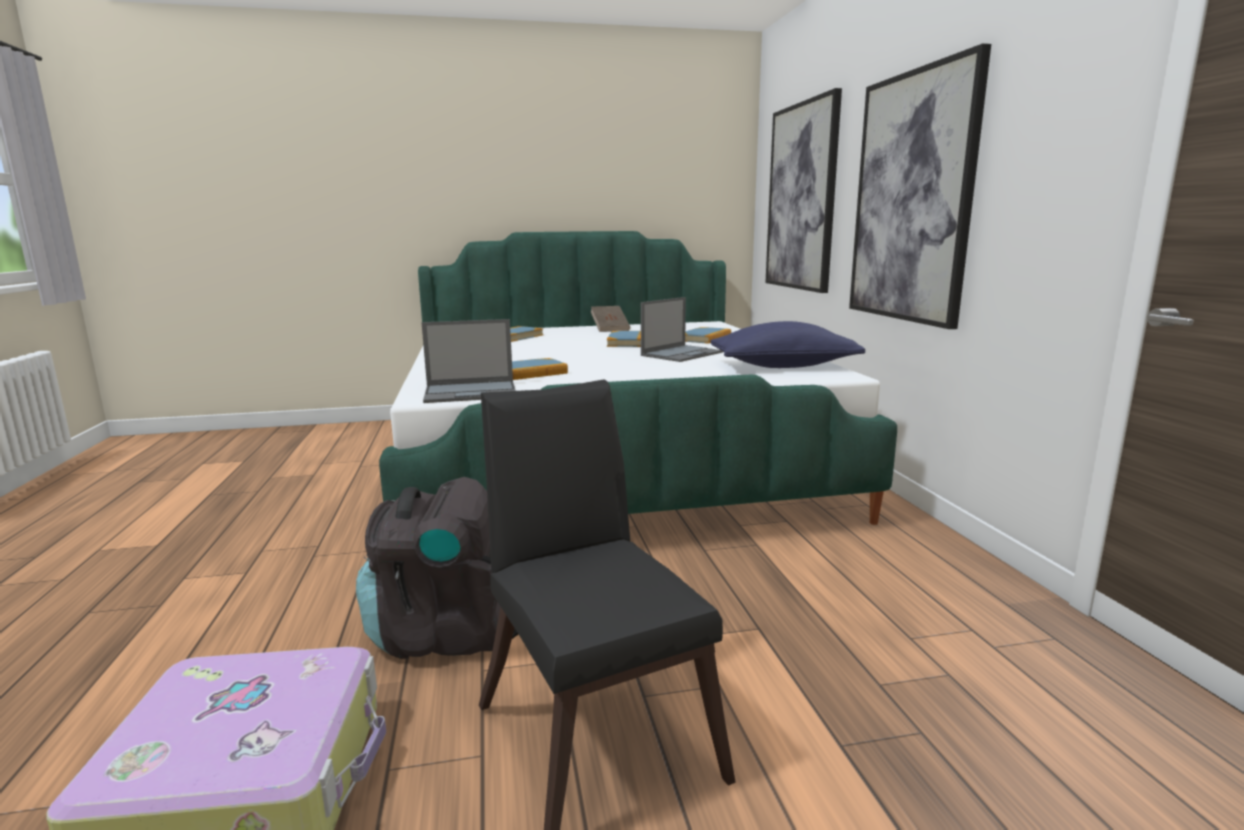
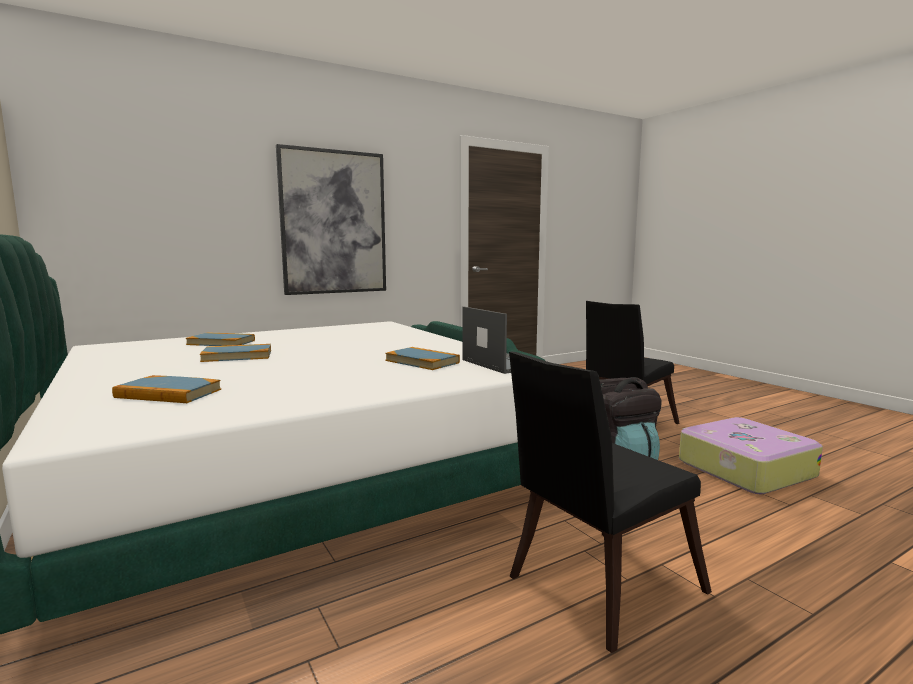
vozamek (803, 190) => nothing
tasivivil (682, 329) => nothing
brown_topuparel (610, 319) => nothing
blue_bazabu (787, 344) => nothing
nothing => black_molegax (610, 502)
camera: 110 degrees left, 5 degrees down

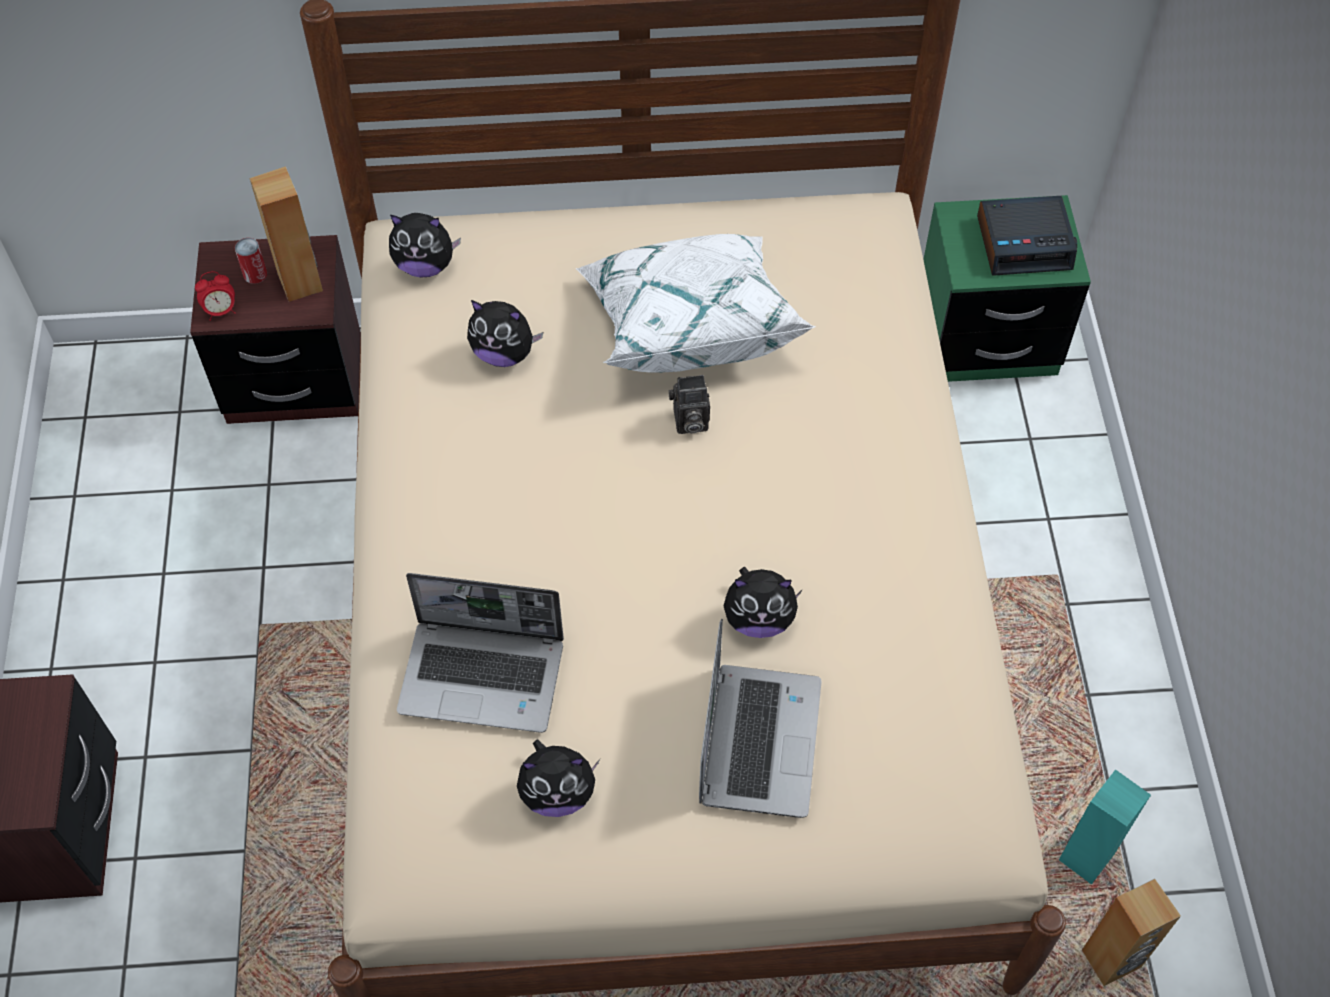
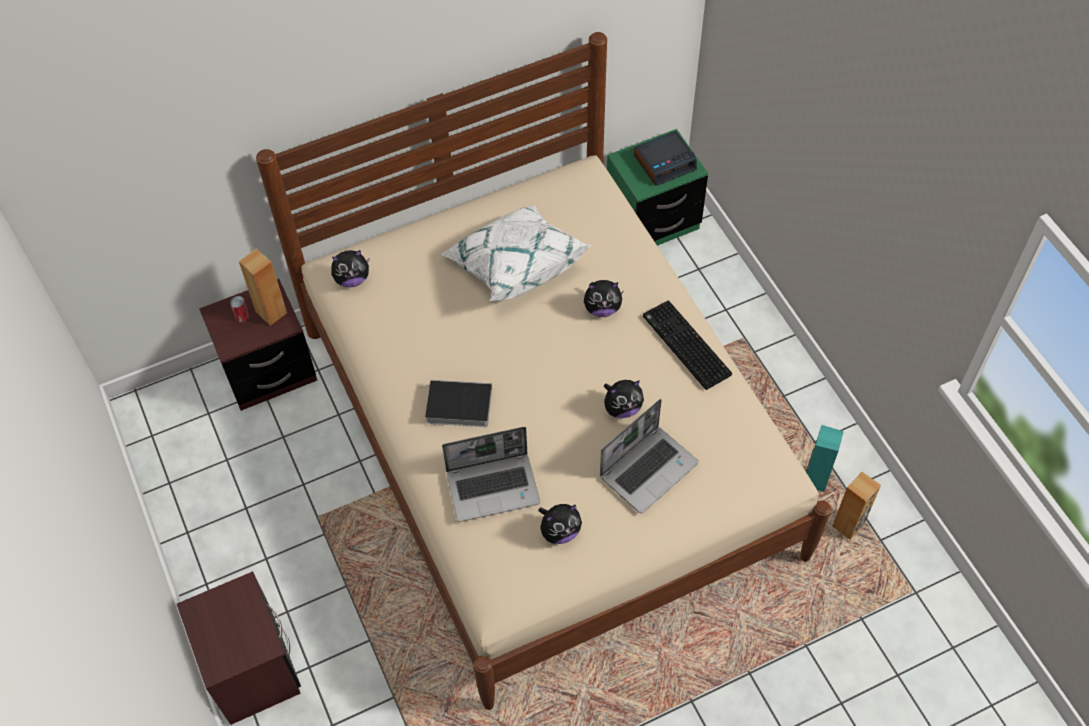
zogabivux (215, 296) => nothing
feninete (505, 333) => feninete (604, 298), moved
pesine (689, 404) => nothing
tasivivil (760, 718) => tasivivil (649, 456), 60 degrees clockwise
nothing => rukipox (687, 345)
nothing => topuparel (455, 403)
camera: 20 degrees left, 0 degrees up

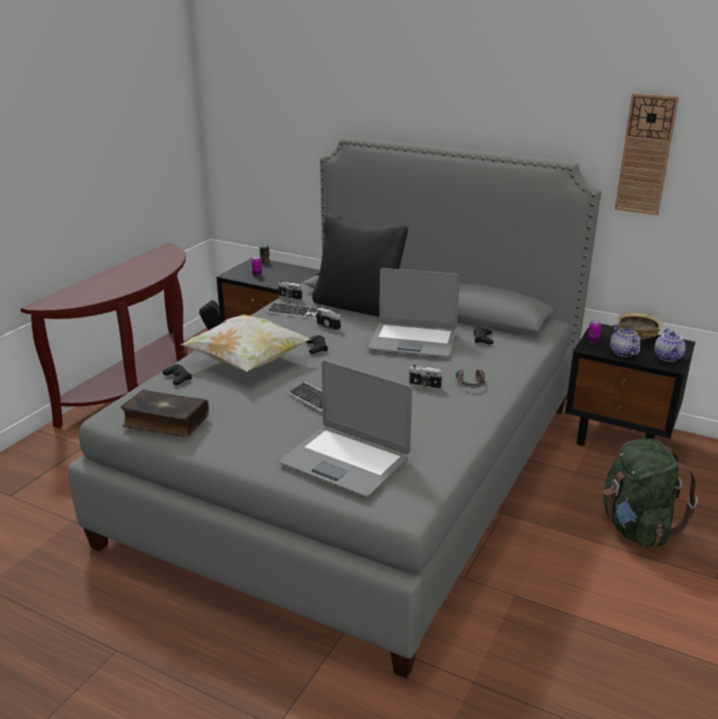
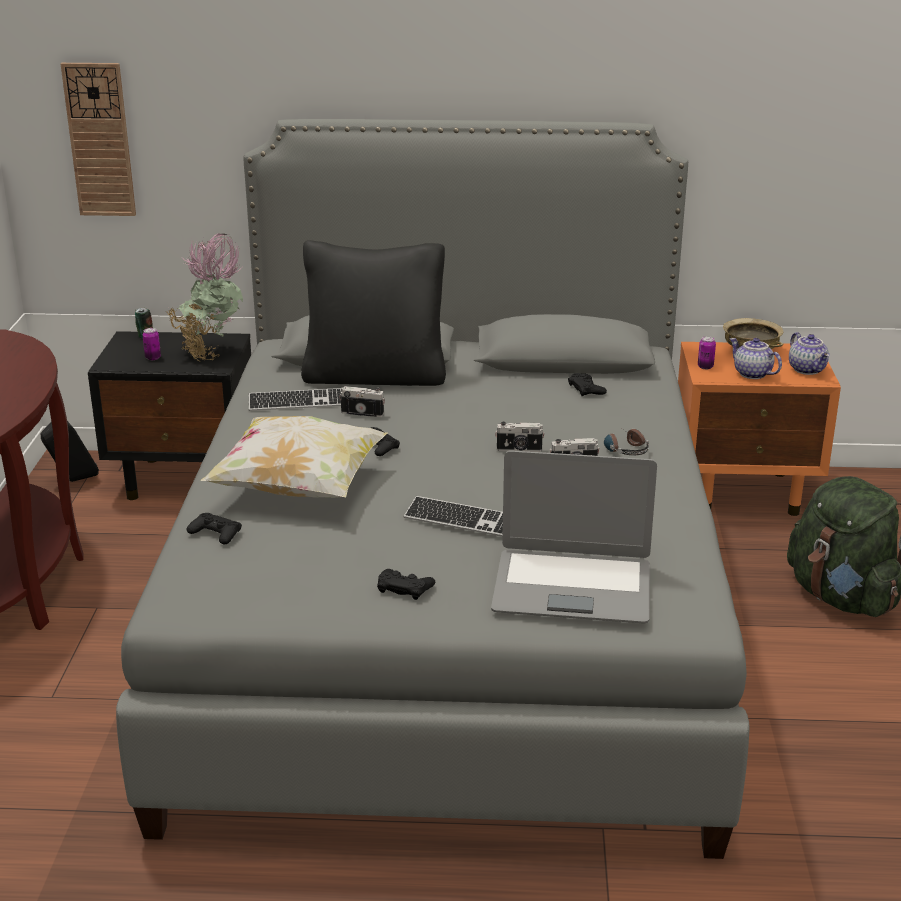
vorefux (647, 154) => vorefux (98, 139), moved
tasivivil (414, 312) => nothing
pesine (290, 290) => pesine (520, 437), moved
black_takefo (630, 385) => orange_takefo (759, 429)
topuparel (165, 413) => nothing
nothing => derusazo (205, 297)
nothing => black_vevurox (406, 584)
camera: 25 degrees left, 0 degrees up

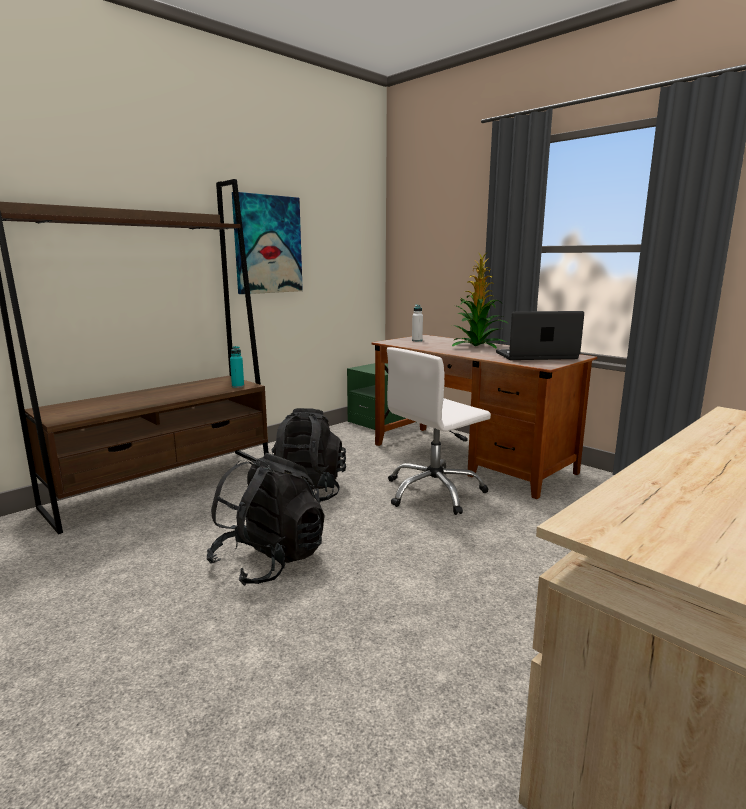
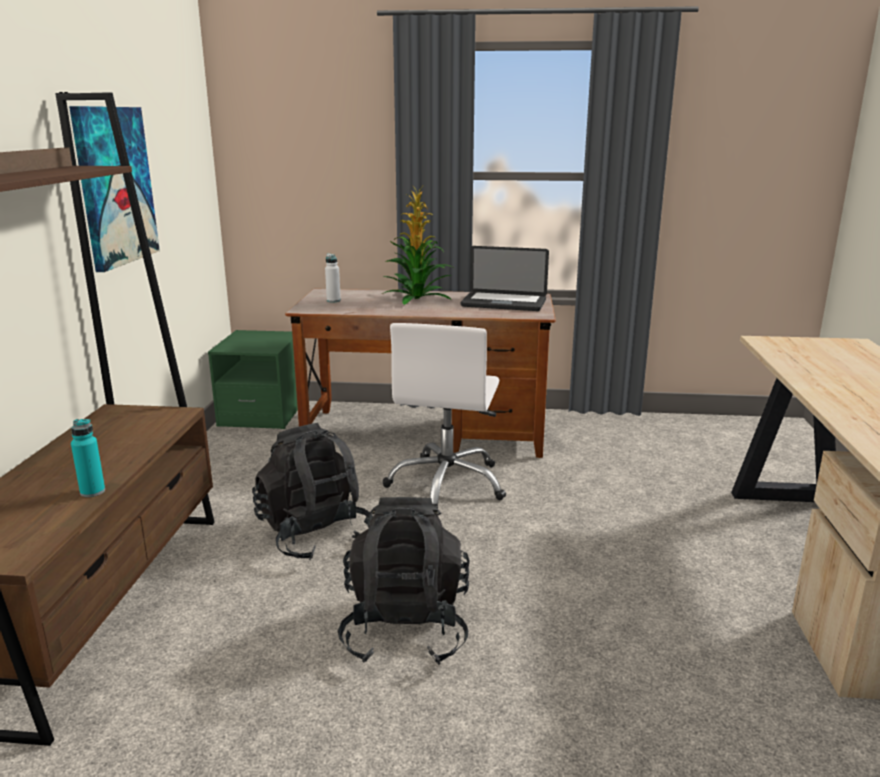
tasivivil (540, 335) => tasivivil (505, 278), 120 degrees counterclockwise
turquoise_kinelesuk (237, 367) => turquoise_kinelesuk (88, 458), moved
camera: 40 degrees left, 5 degrees up

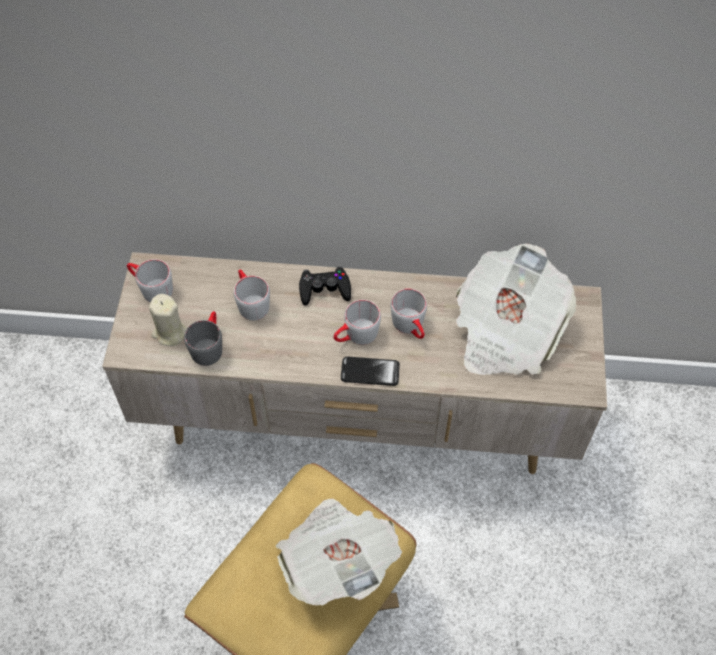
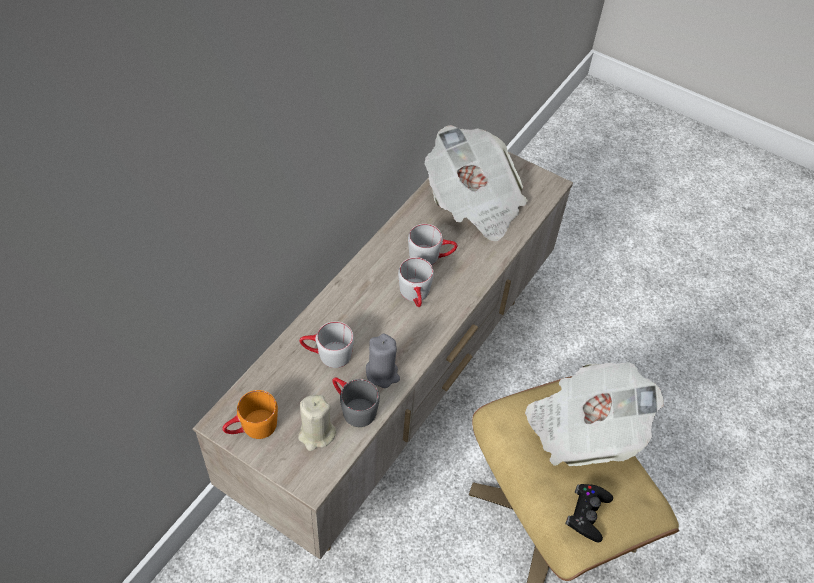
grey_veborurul (150, 280) => orange_veborurul (250, 414)
black_vevurox (325, 286) => black_vevurox (589, 513), moved
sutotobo (370, 371) => nothing
nothing => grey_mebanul (383, 361)
camera: 65 degrees left, 5 degrees down

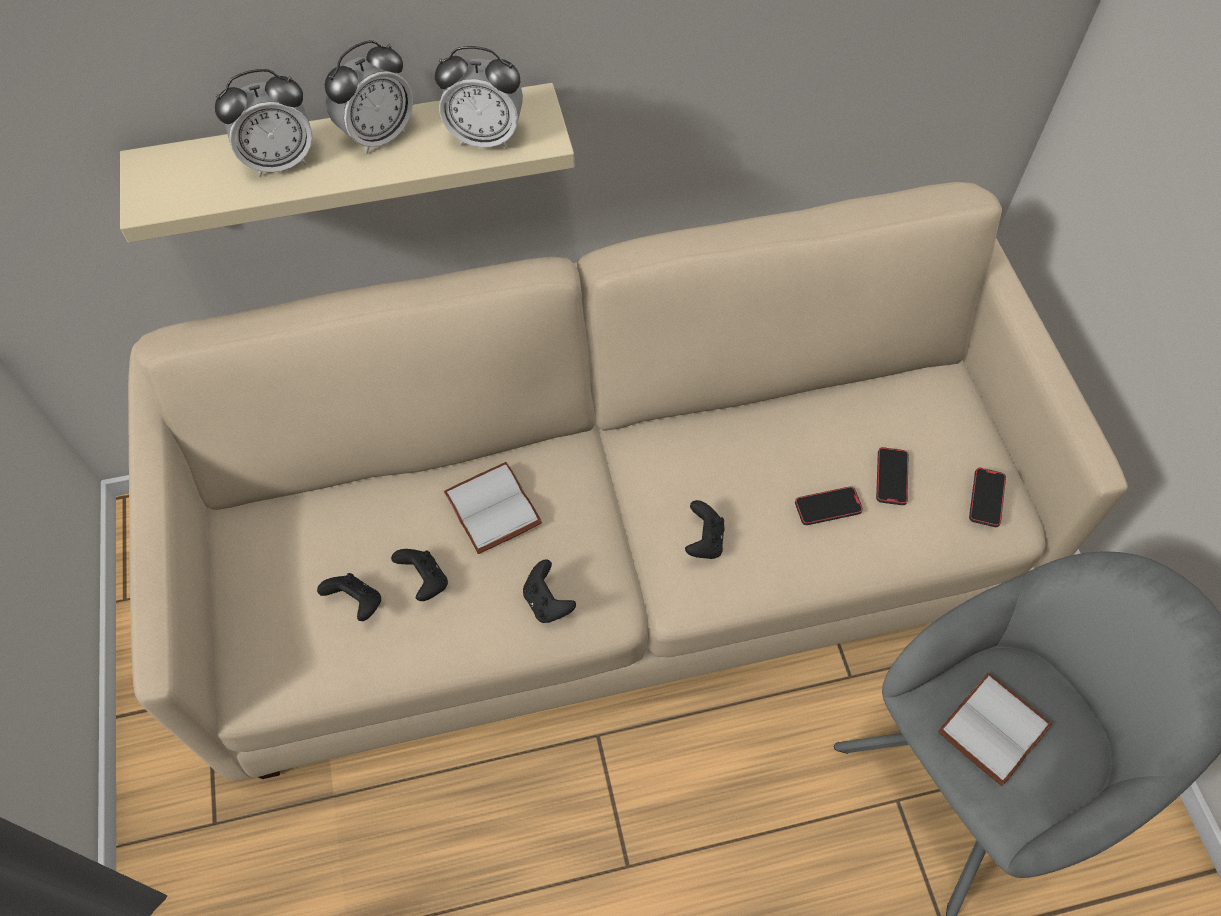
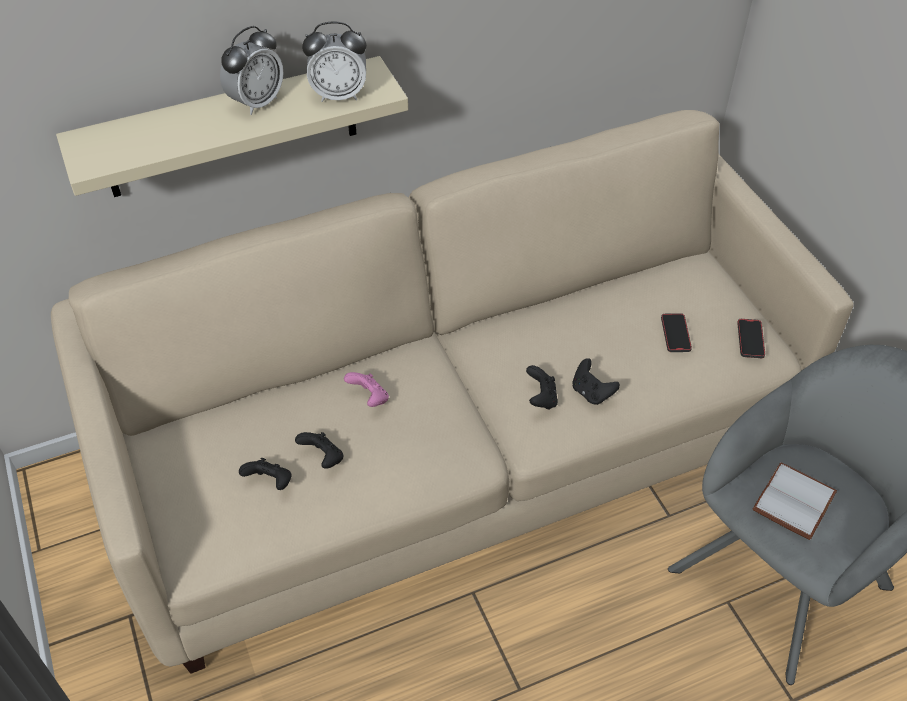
zogabivux (264, 123) => nothing
white_topuparel (493, 508) => pink_vevurox (366, 389)
sutotobo (829, 505) => nothing
black_vevurox (549, 591) => black_vevurox (596, 381), moved
camera: 10 degrees left, 10 degrees down

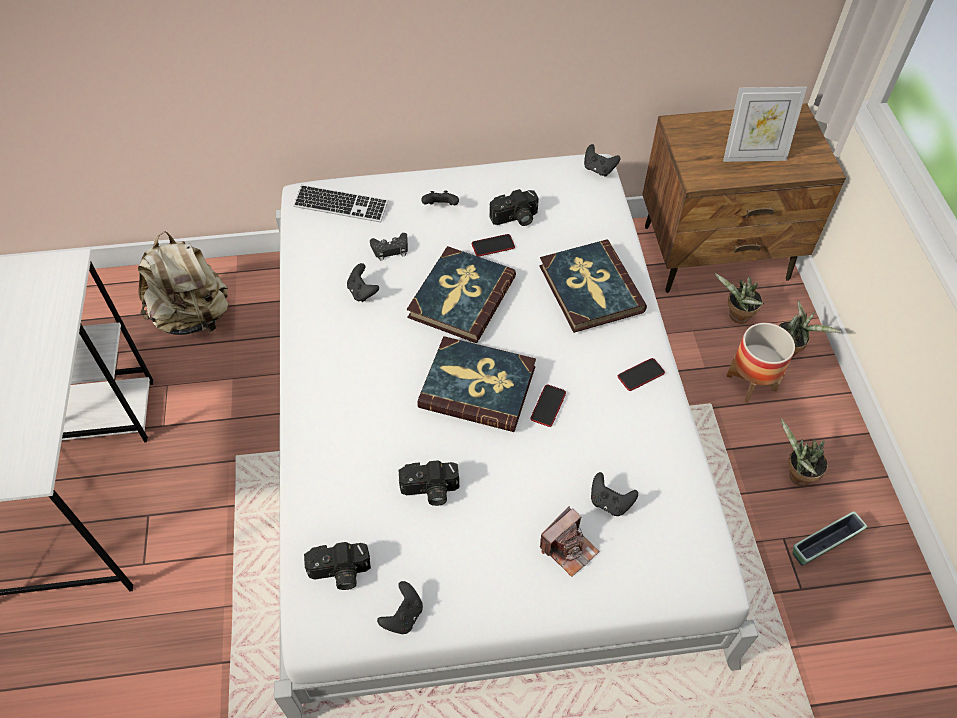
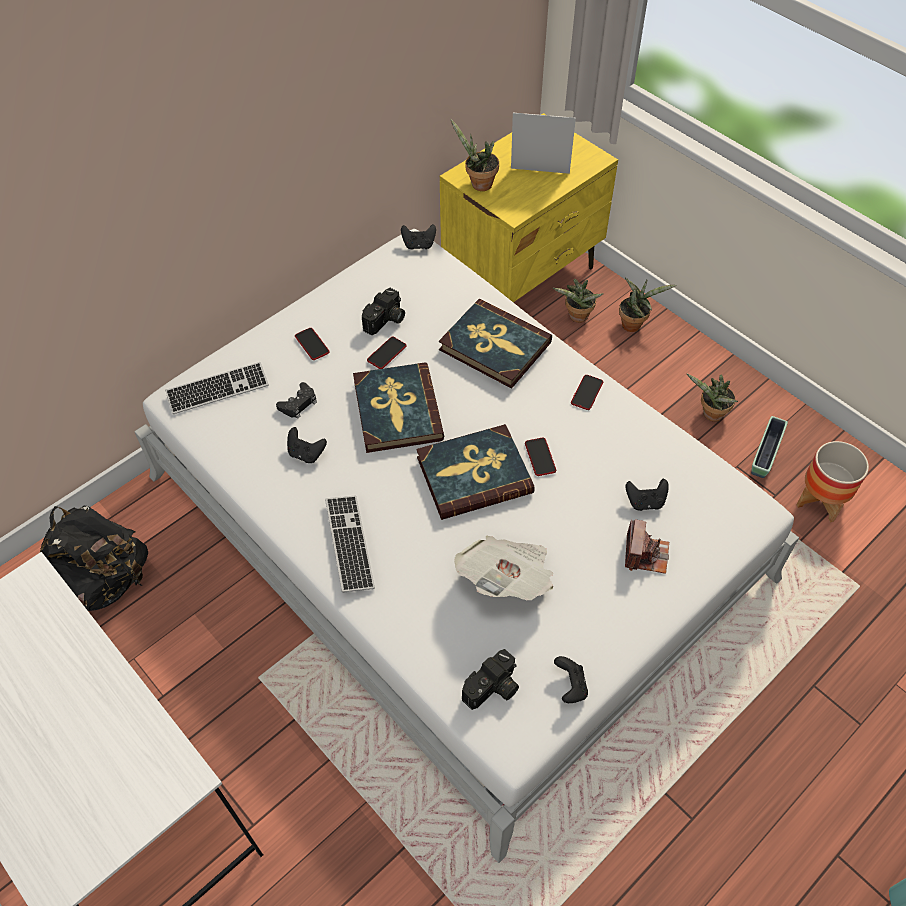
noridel (765, 124) => noridel (543, 143), 135 degrees counterclockwise
brown_takefo (744, 198) => yellow_takefo (529, 208)
black_vevurox (440, 198) => sutotobo (312, 344)
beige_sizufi (183, 283) => black_sizufi (94, 558)
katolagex (760, 363) => katolagex (832, 481), moved
pesine (429, 483) => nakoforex (504, 567)
nothing => derusazo (474, 155)
nothing => rukipox (350, 544)
camera: 35 degrees left, 0 degrees up

